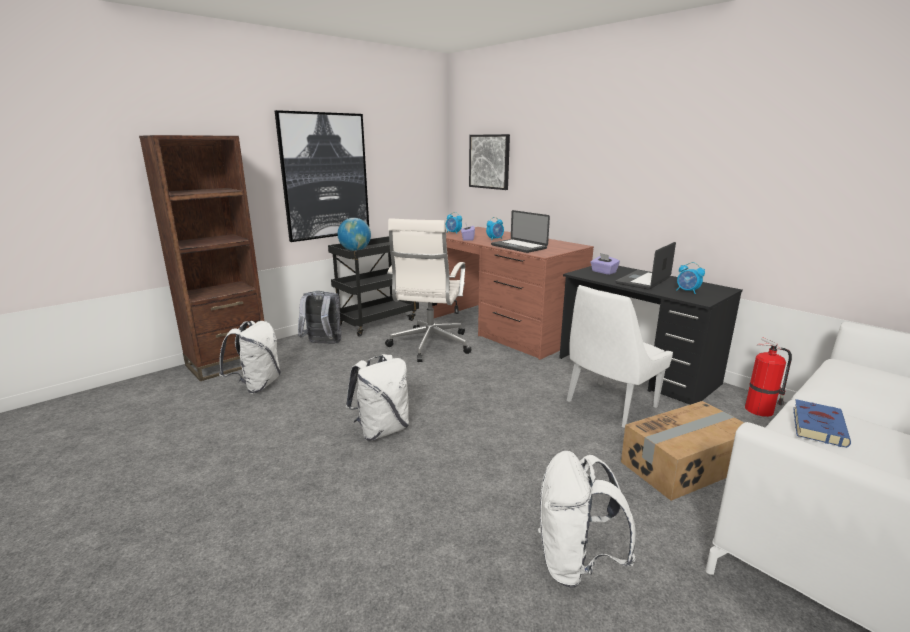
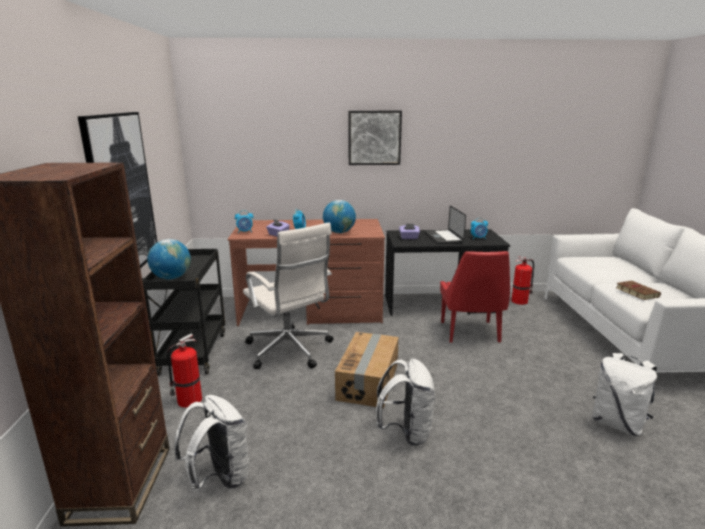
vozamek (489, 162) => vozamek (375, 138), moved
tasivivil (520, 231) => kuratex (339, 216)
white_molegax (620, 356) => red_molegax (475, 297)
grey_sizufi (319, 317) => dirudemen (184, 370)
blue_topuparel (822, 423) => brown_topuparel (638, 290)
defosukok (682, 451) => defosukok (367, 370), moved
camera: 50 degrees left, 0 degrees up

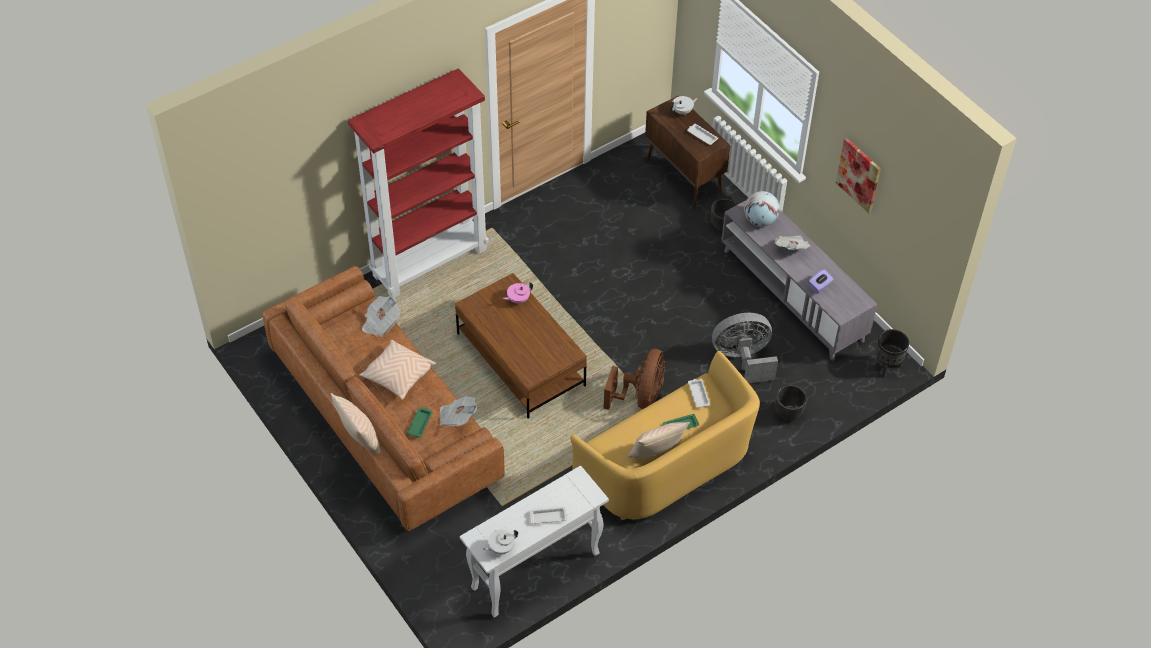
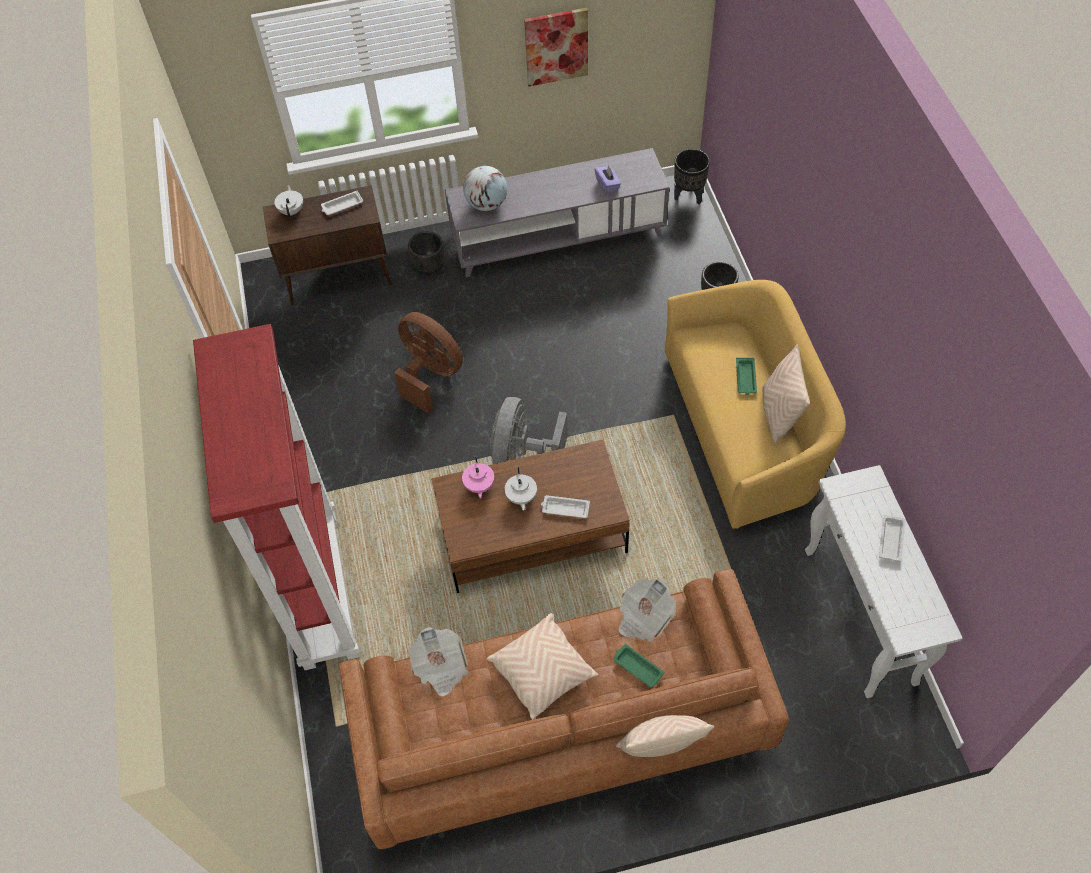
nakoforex (792, 243) => nothing
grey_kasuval (745, 348) => grey_kasuval (529, 430), moved
brown_kasuval (634, 379) => brown_kasuval (429, 363), moved
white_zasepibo (699, 393) => white_zasepibo (565, 506), moved
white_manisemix (500, 542) => white_manisemix (520, 489), moved
camera: 65 degrees left, 5 degrees up

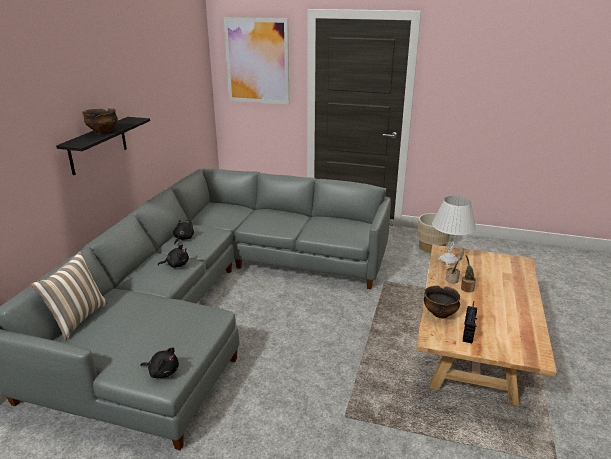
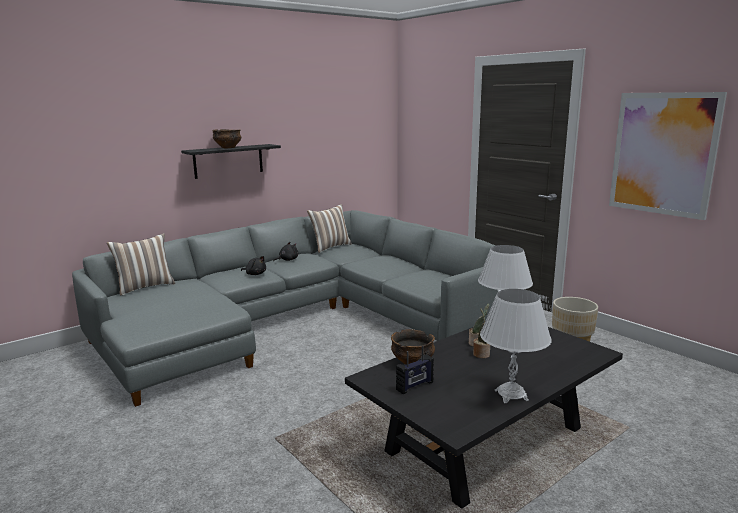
vozamek (256, 61) => vozamek (668, 156), moved
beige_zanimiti (486, 325) => black_zanimiti (484, 418)
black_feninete (159, 362) => nothing
nothing => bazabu (329, 228)
nothing => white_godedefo (516, 346)
camera: 35 degrees right, 10 degrees down

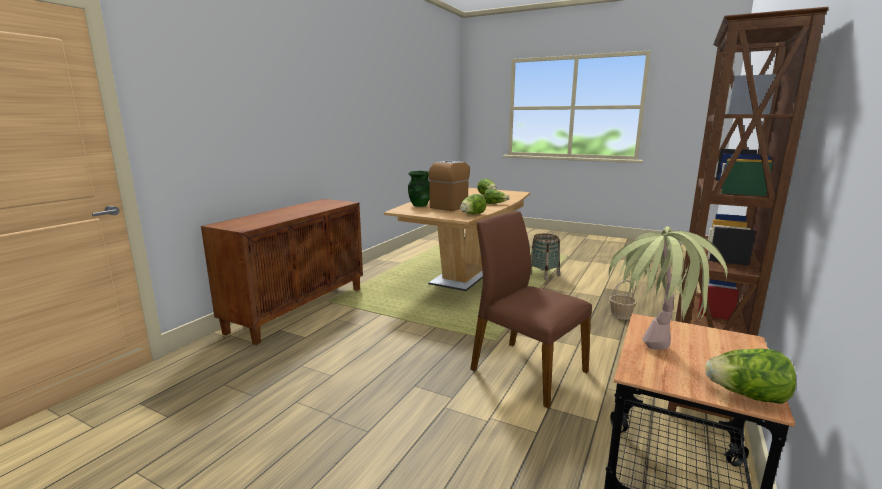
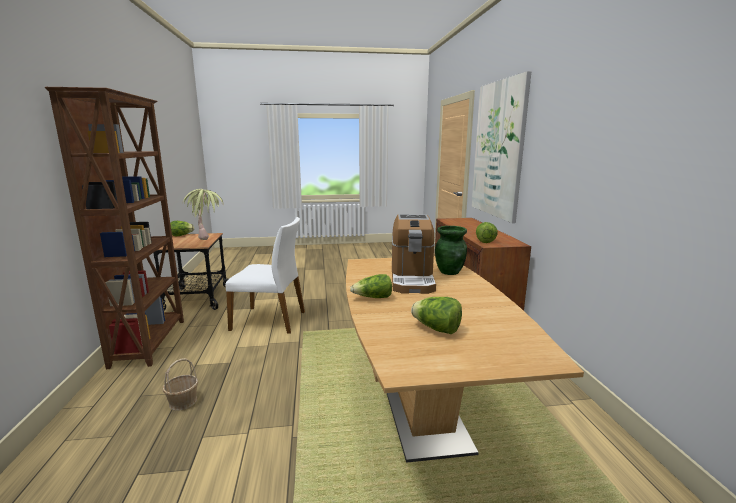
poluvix (473, 204) => poluvix (487, 232), moved
brown_molegax (531, 309) => white_molegax (265, 275)
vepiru (545, 257) => nothing
nothing => vozamek (501, 147)
camera: 145 degrees right, 0 degrees up

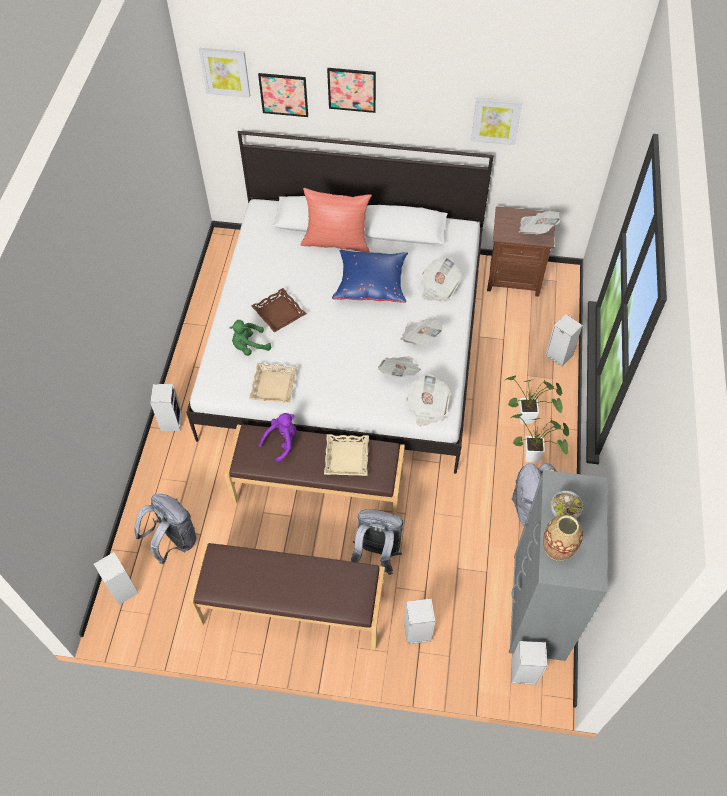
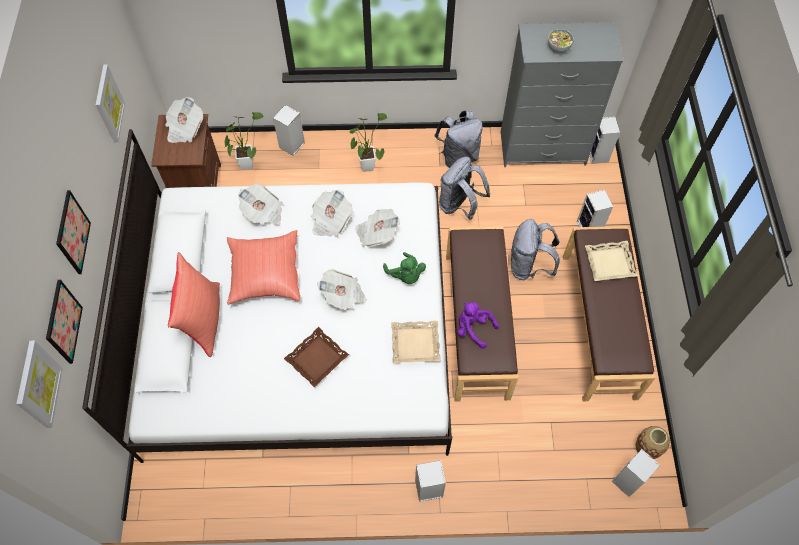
blue_bazabu (370, 276) => red_bazabu (263, 267)
green_feninete (250, 338) => green_feninete (404, 268), moved
nakoforex (429, 400) => nakoforex (342, 289), moved
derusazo (540, 438) => derusazo (244, 141), moved
beige_zasepibo (346, 455) => beige_zasepibo (611, 261), moved
grey_sizufi (165, 529) => grey_sizufi (464, 188), moved
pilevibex (563, 538) => pilevibex (653, 442), moved
camera: 100 degrees left, 5 degrees up

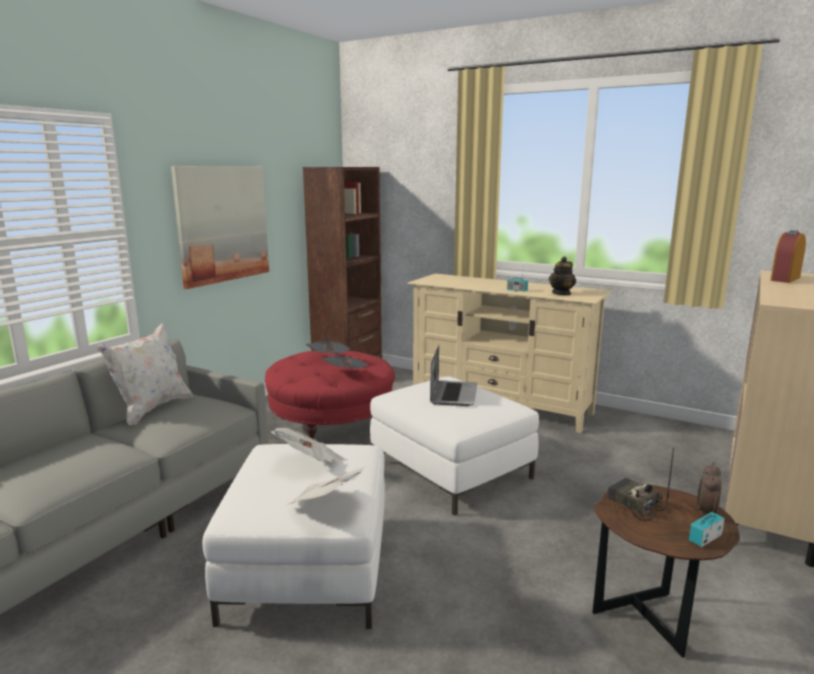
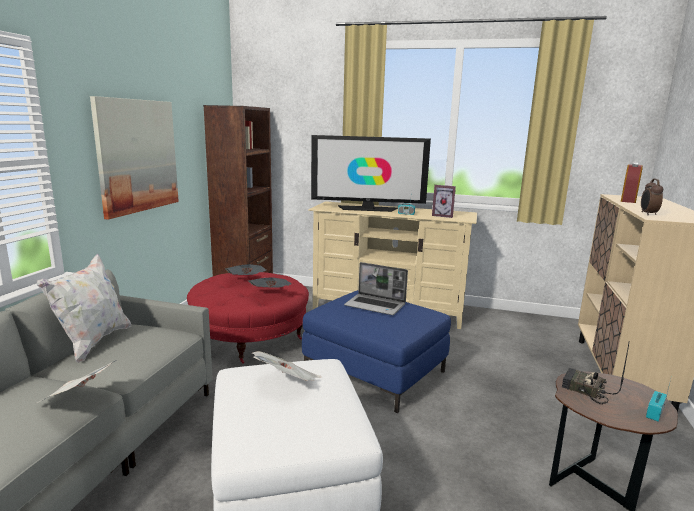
manisemix (562, 276) => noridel (444, 201)
tasivivil (454, 375) => tasivivil (376, 288), 120 degrees clockwise
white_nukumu (454, 446) => blue_nukumu (376, 351)
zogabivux (709, 489) => zogabivux (652, 197), moved
nakoforex (327, 485) => nakoforex (76, 381), moved
nothing => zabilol (371, 173)
camera: 15 degrees left, 0 degrees up

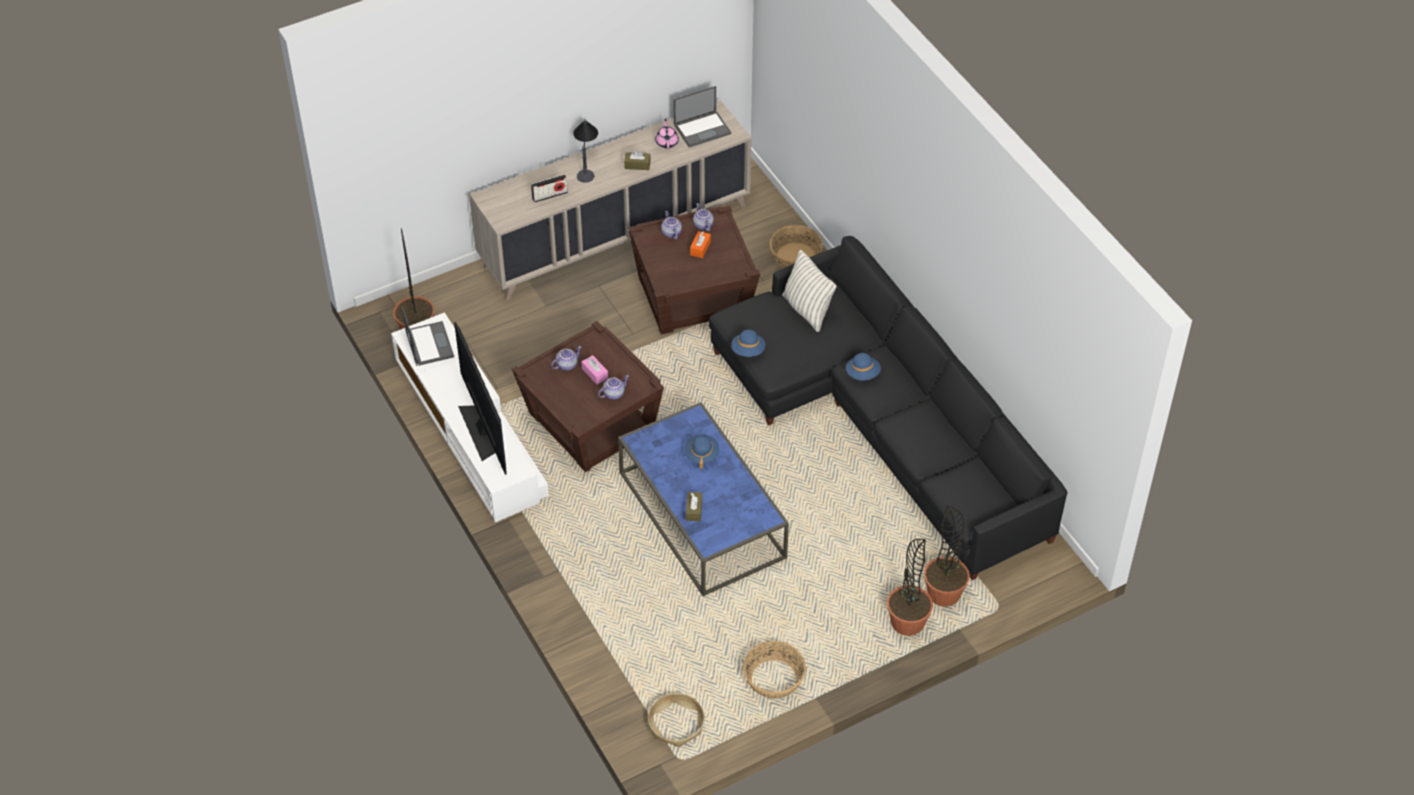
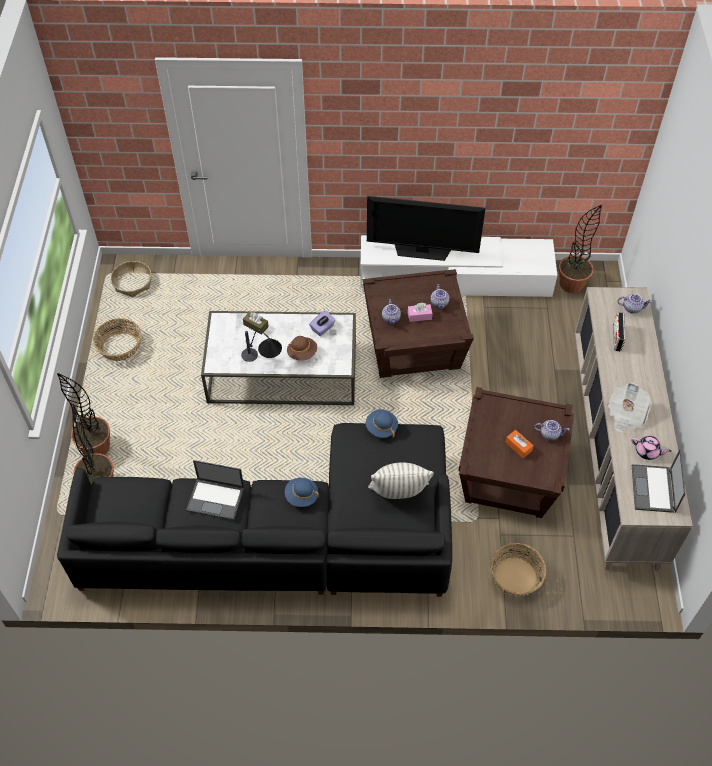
godedefo (585, 151) => godedefo (261, 346), moved
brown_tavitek (637, 160) => nakoforex (629, 407)
manisemix (703, 217) => manisemix (634, 304), moved
tasivivil (428, 336) => tasivivil (215, 490), moved
blue_zanimiti (703, 499) => white_zanimiti (278, 358)
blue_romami (701, 452) => brown_romami (302, 348)
nothing => purple_tavitek (322, 323)
camera: 120 degrees right, 5 degrees up

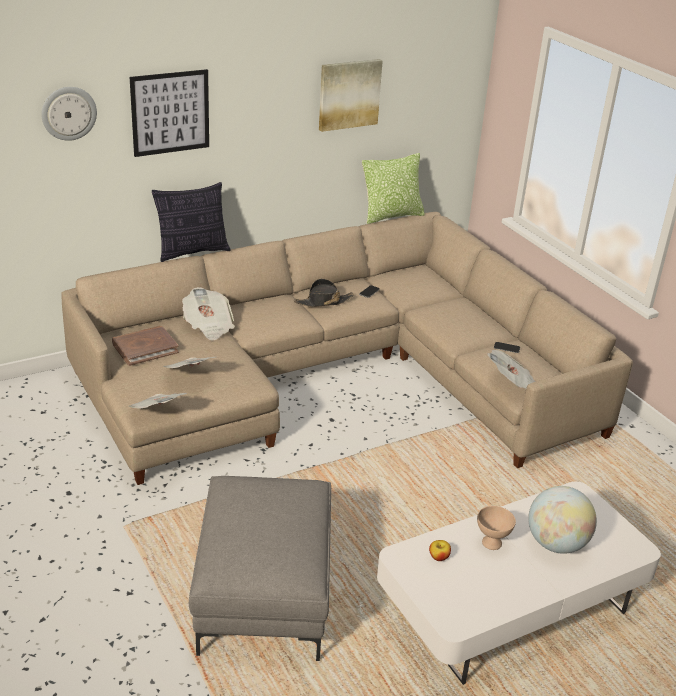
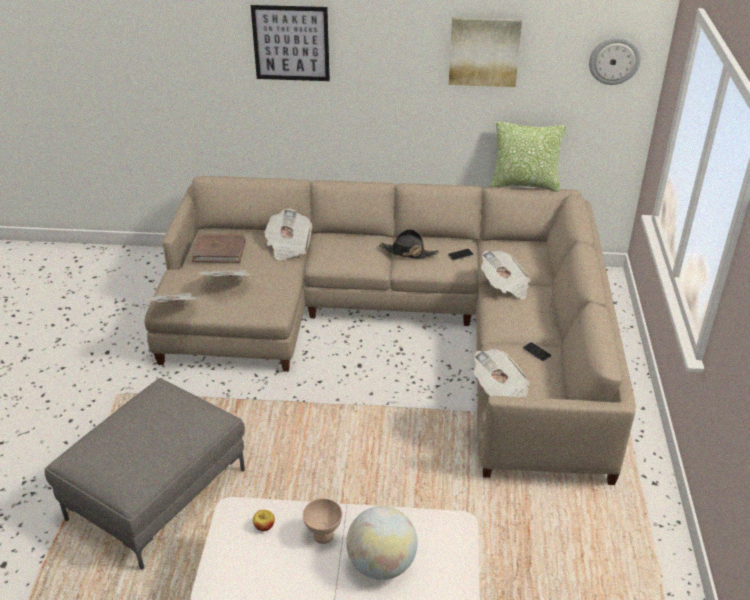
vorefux (69, 114) => vorefux (615, 61), moved
bazabu (191, 222) => nothing
nothing => nakoforex (505, 275)
camera: 35 degrees right, 5 degrees up

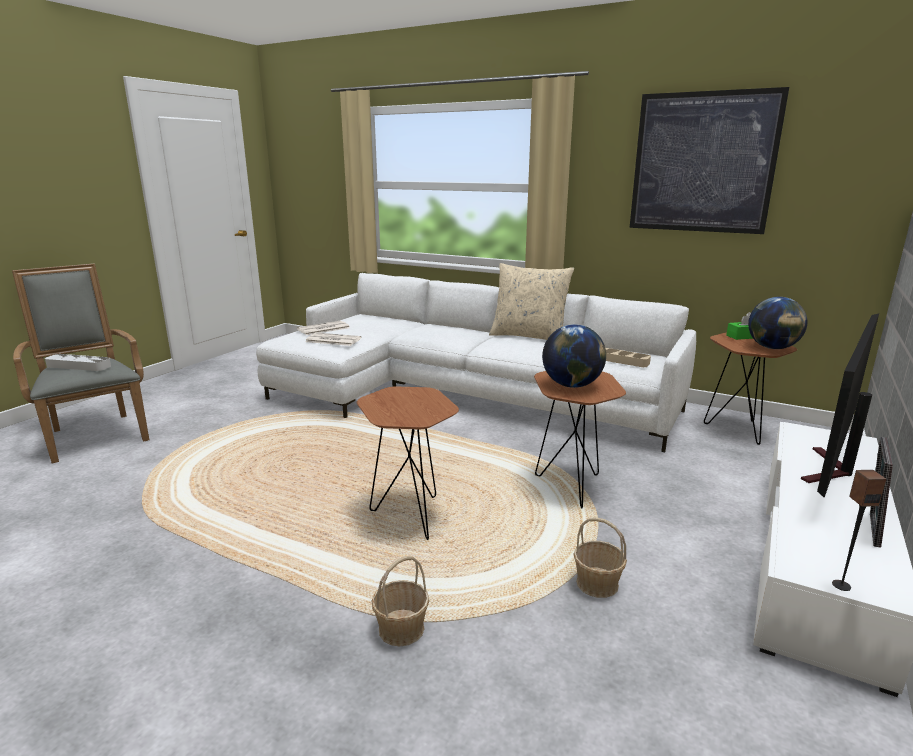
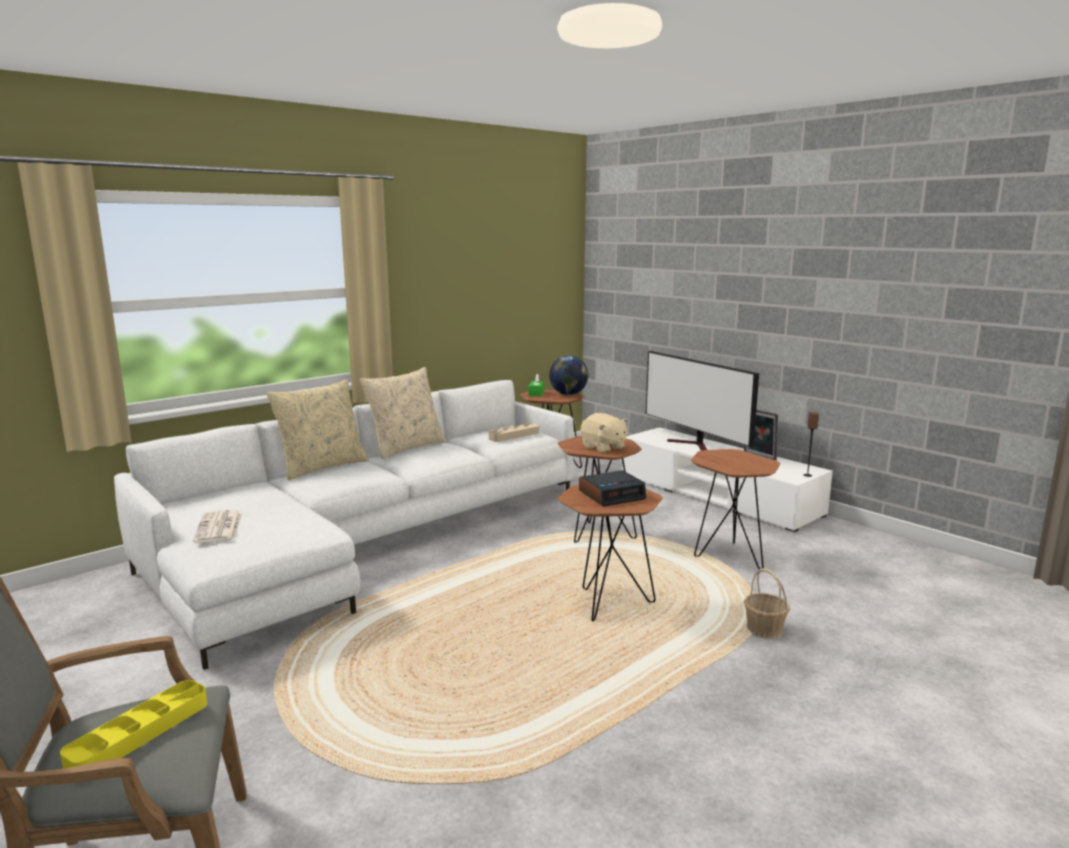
vozamek (709, 160) => nothing
kuratex (574, 356) => beige_feninete (604, 433)
nakoforex (333, 339) => nothing
grey_zasepibo (78, 362) => yellow_zasepibo (133, 724)
vepiru (600, 557) => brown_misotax (735, 509)
nothing => beige_bazabu (317, 430)
nothing => zogabivux (612, 488)
camera: 70 degrees left, 5 degrees down

